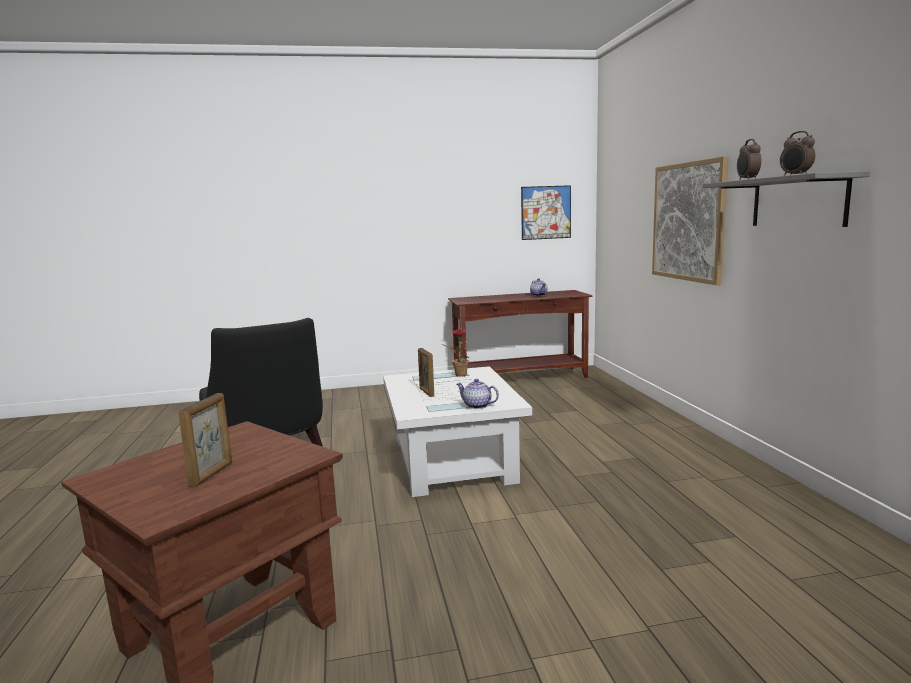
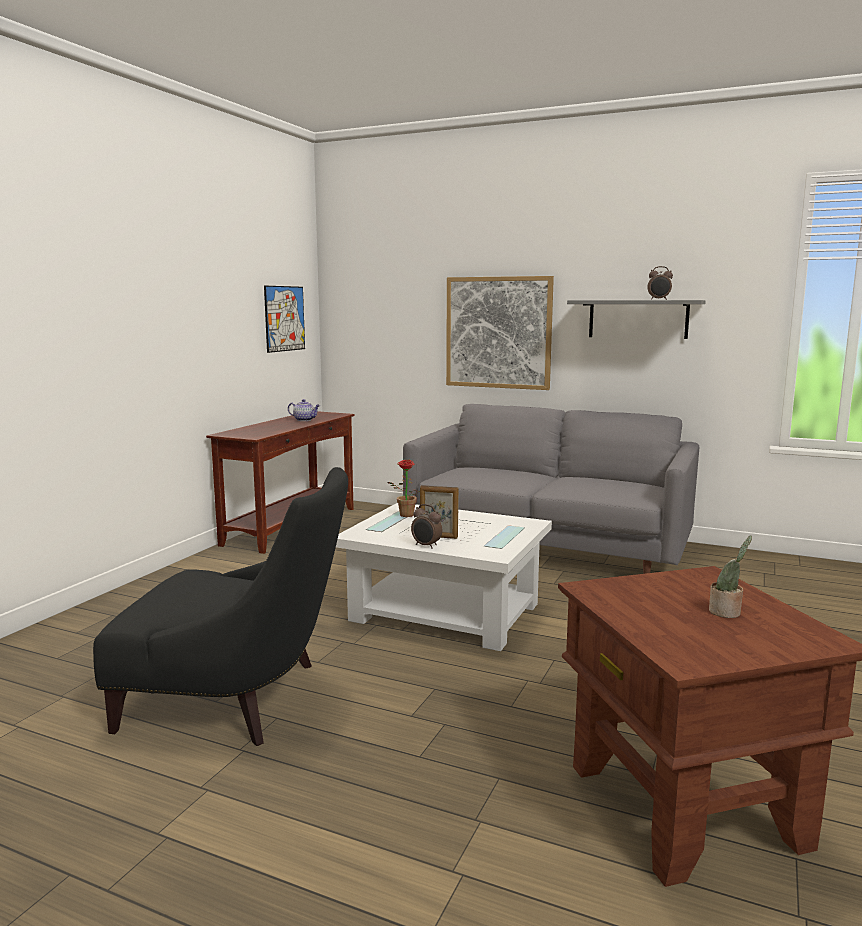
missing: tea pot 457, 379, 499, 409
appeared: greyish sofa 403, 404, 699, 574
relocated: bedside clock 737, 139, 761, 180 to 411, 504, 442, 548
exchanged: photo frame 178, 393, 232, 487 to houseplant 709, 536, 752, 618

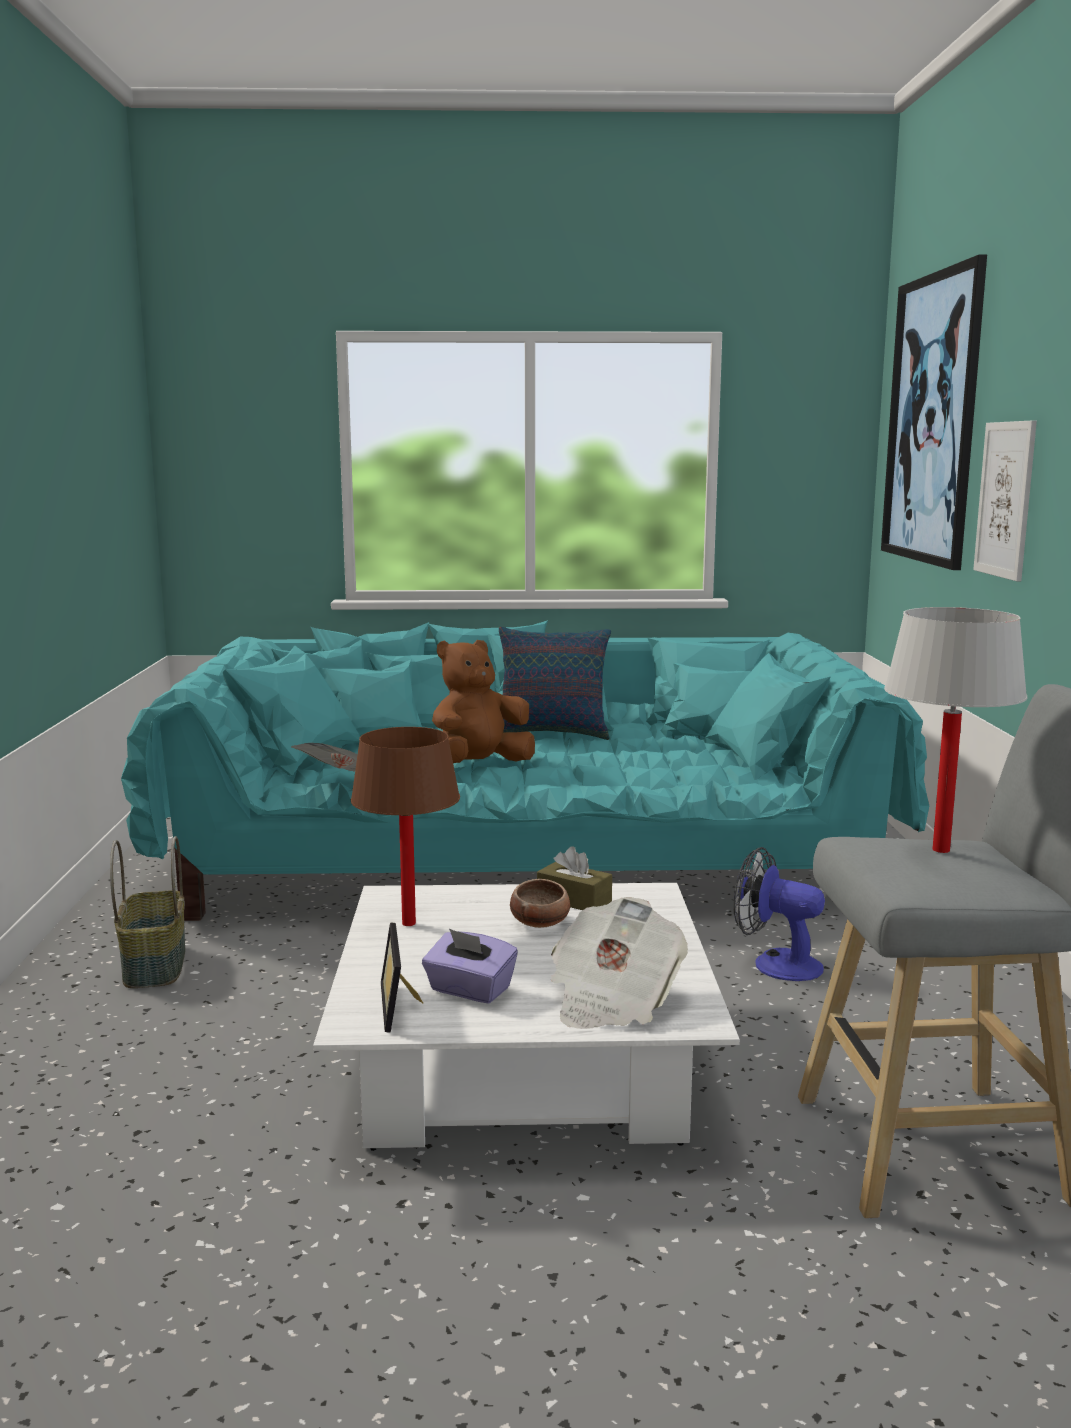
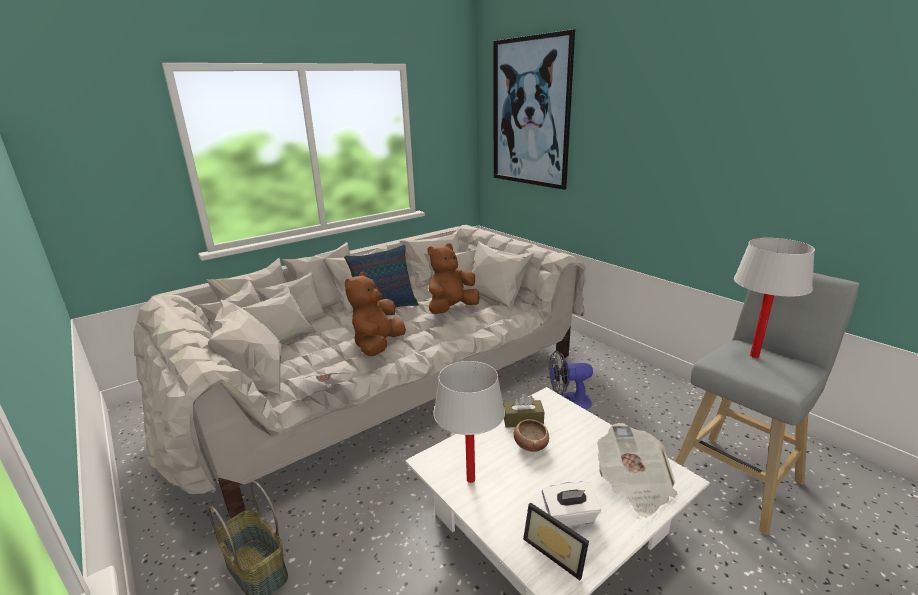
missing: wall picture 973, 420, 1037, 581
appeared: brown-coloured plush toy 428, 243, 480, 314
colour: turquoise sofa 121, 620, 929, 921 to white-coloured sofa 133, 225, 586, 518; brown-coloured tabletop lamp 351, 727, 460, 926 to white-coloured tabletop lamp 433, 361, 505, 483; purple-coloured box of tissues 422, 929, 518, 1004 to white-coloured box of tissues 542, 481, 601, 527

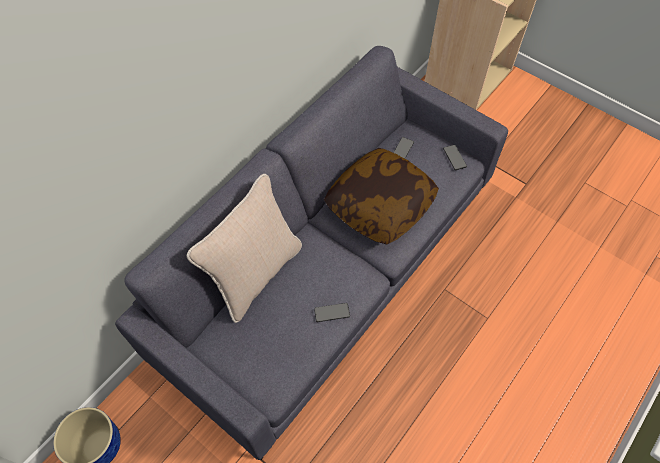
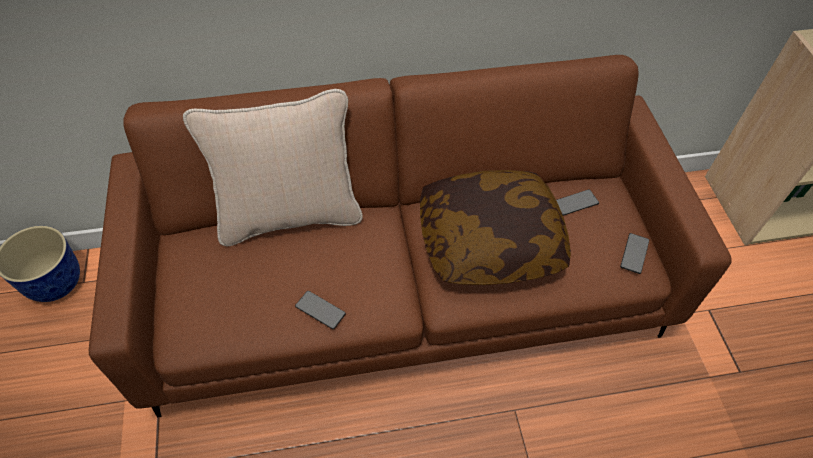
colour: greyish sofa 115, 46, 508, 460 to brown-coloured sofa 89, 55, 732, 417

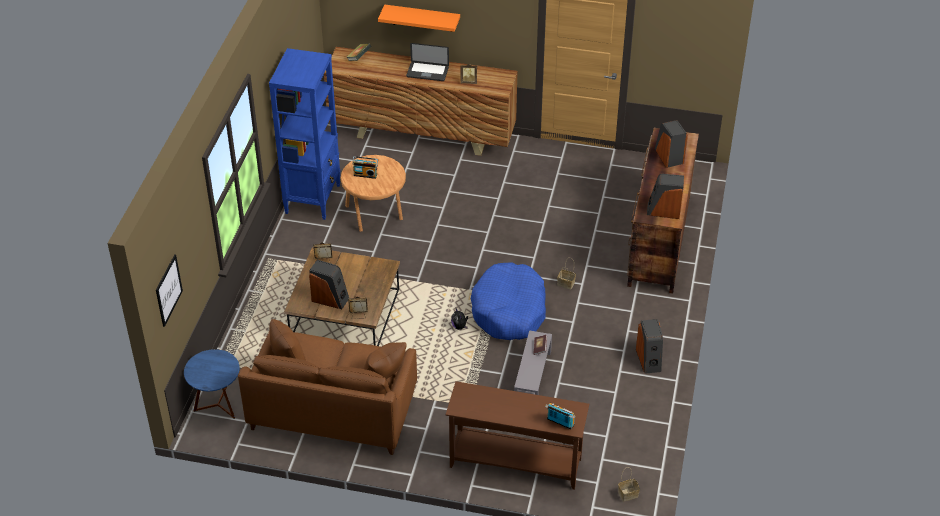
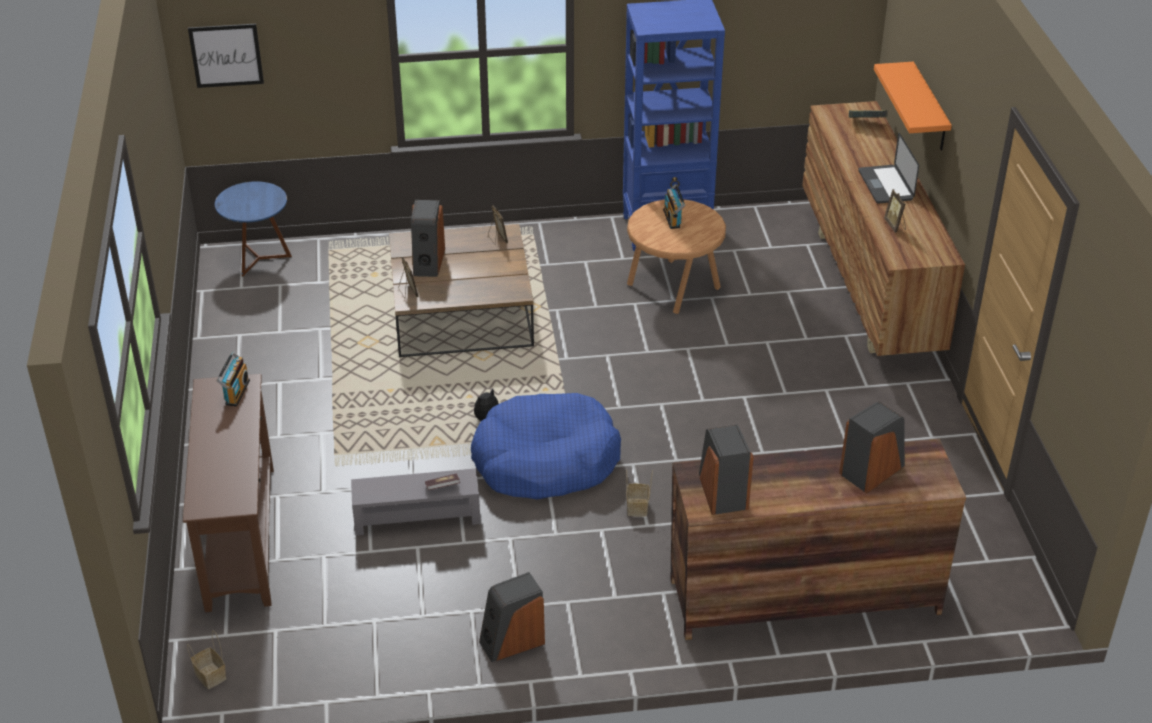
missing: brown-coloured sofa 238, 319, 417, 455
relocated: radio 545, 403, 575, 429 to 216, 352, 250, 406

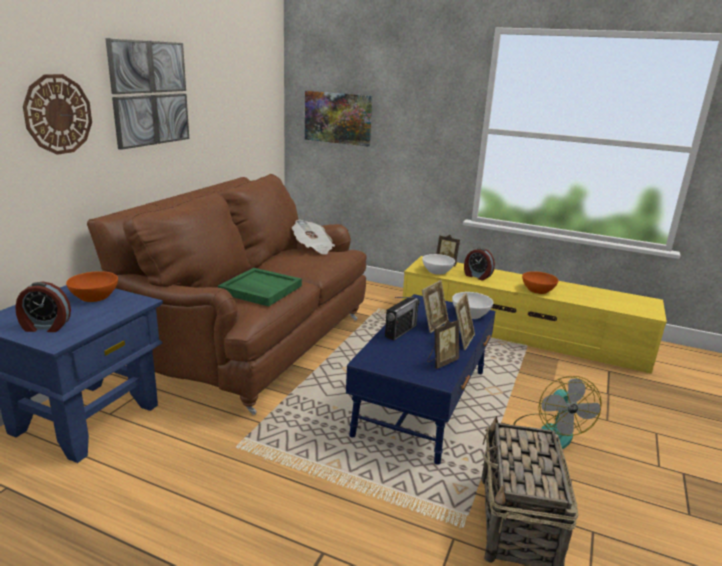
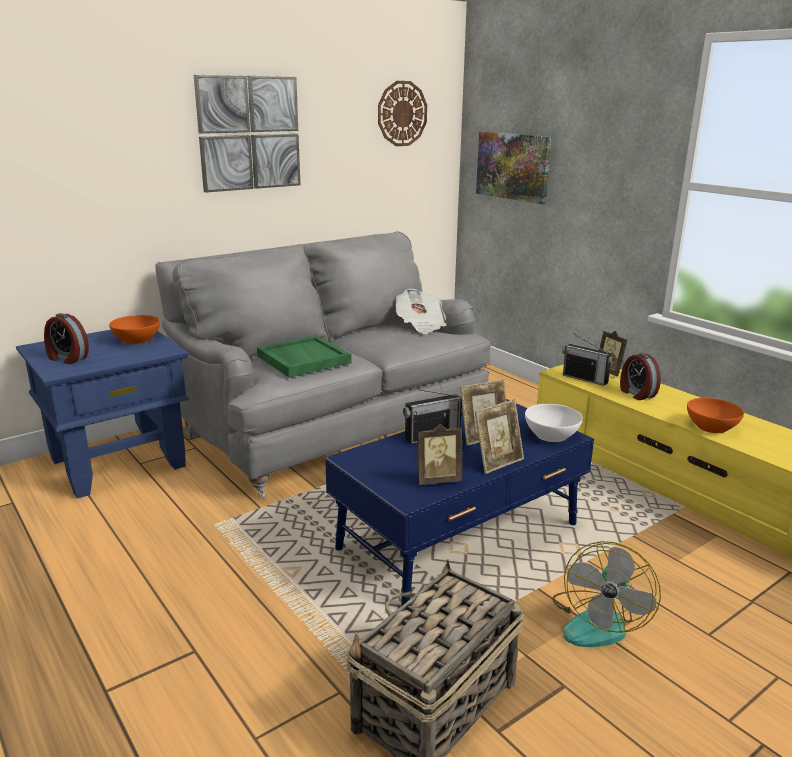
relocated: hanging clock 23, 74, 92, 155 to 378, 81, 427, 146
exchanged: white-coloured deep dish 422, 254, 455, 275 to radio 562, 333, 614, 386
colour: brown-coloured sofa 87, 174, 367, 415 to greyish sofa 155, 231, 491, 499

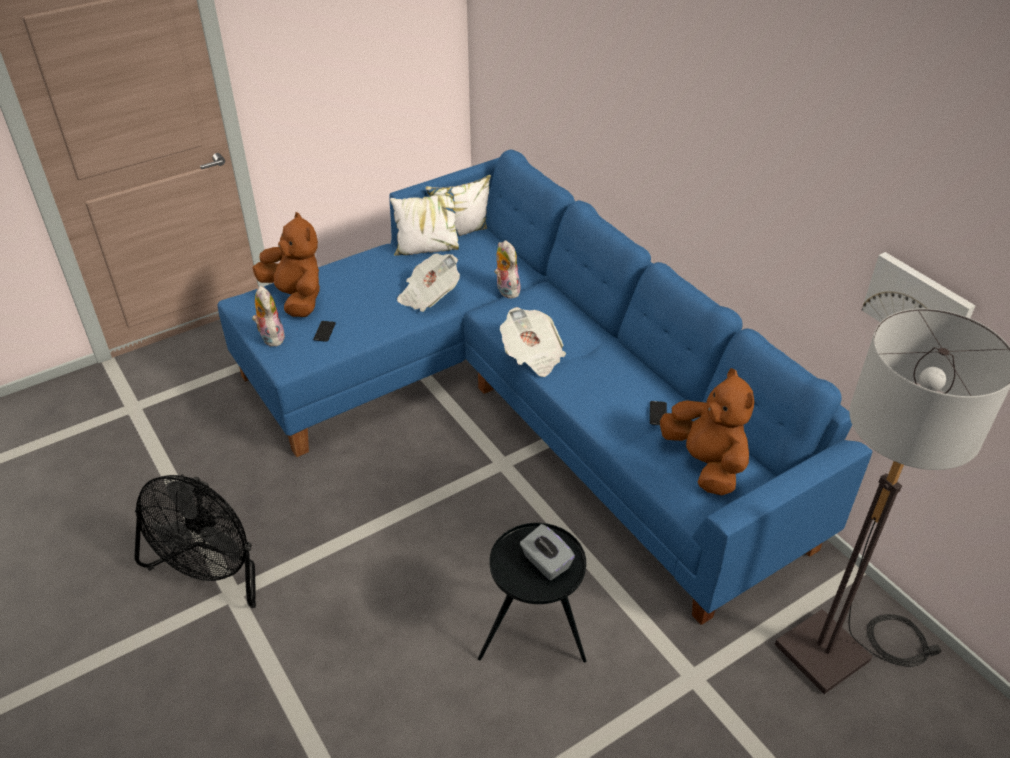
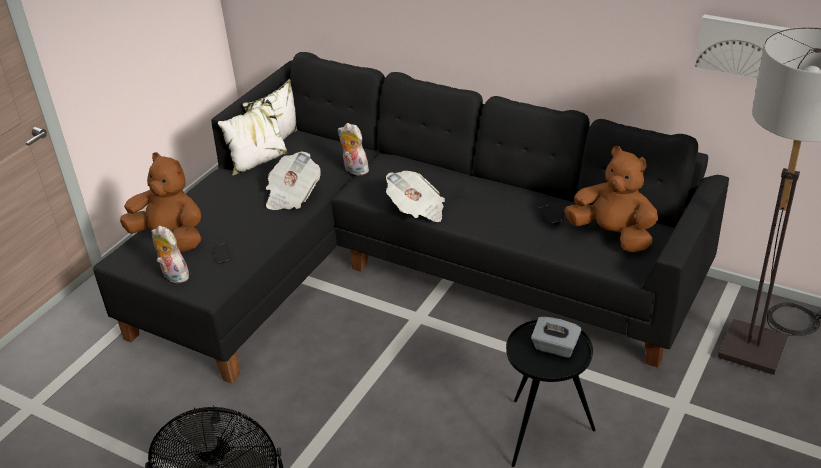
colour: bluish sofa 217, 150, 872, 625 to blackish sofa 93, 52, 729, 384

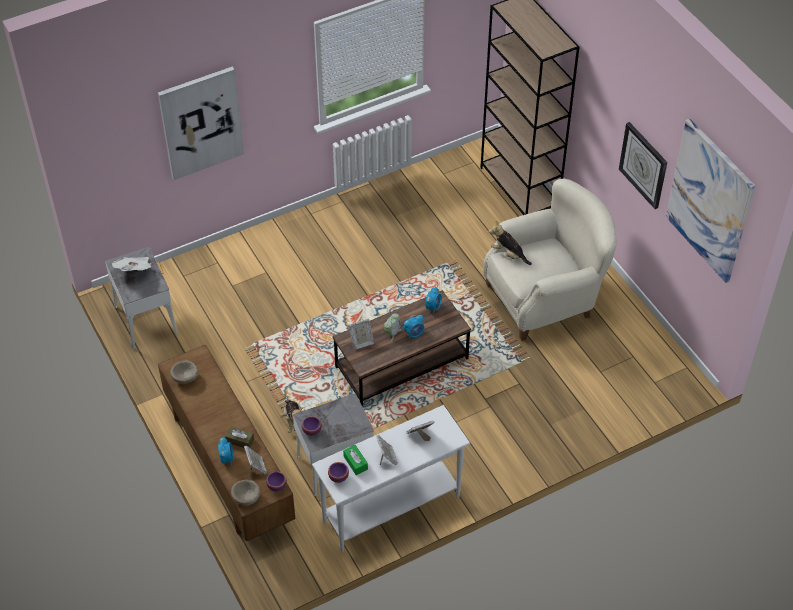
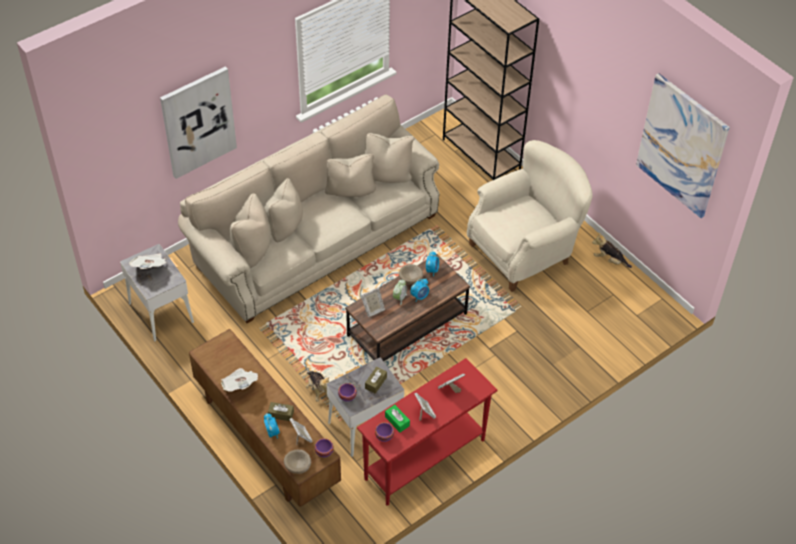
missing: hanging clock 619, 122, 667, 209
appeared: beige sofa 178, 95, 440, 323; daily paper 221, 368, 258, 392; brown-coloured box of tissues 365, 367, 387, 394
relocated: beige deep dish 170, 360, 198, 384 to 399, 264, 423, 284; plush toy 488, 221, 532, 265 to 592, 232, 632, 268
colour: white-coloured narrow table 312, 405, 470, 552 to red narrow table 357, 358, 497, 506

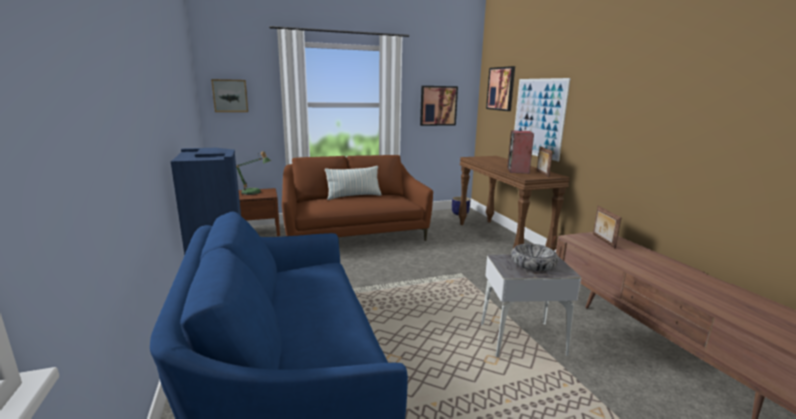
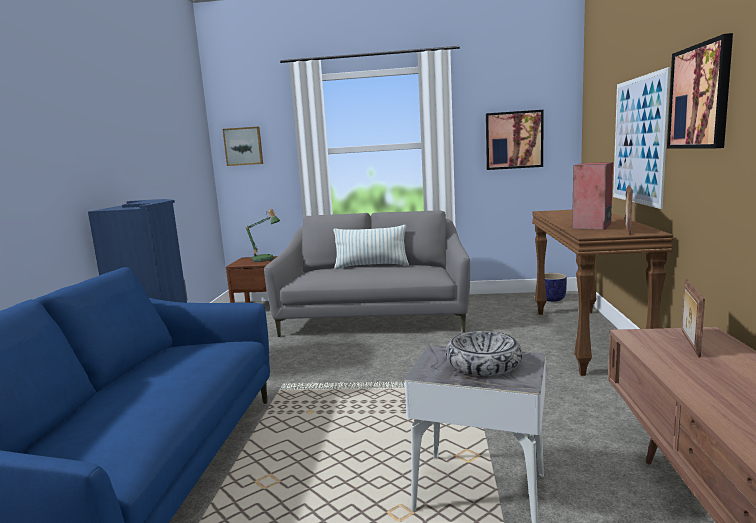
relocated: wall picture 486, 66, 515, 111 to 667, 33, 733, 149
colour: brown-coloured sofa 282, 155, 433, 241 to greyish sofa 264, 211, 470, 337

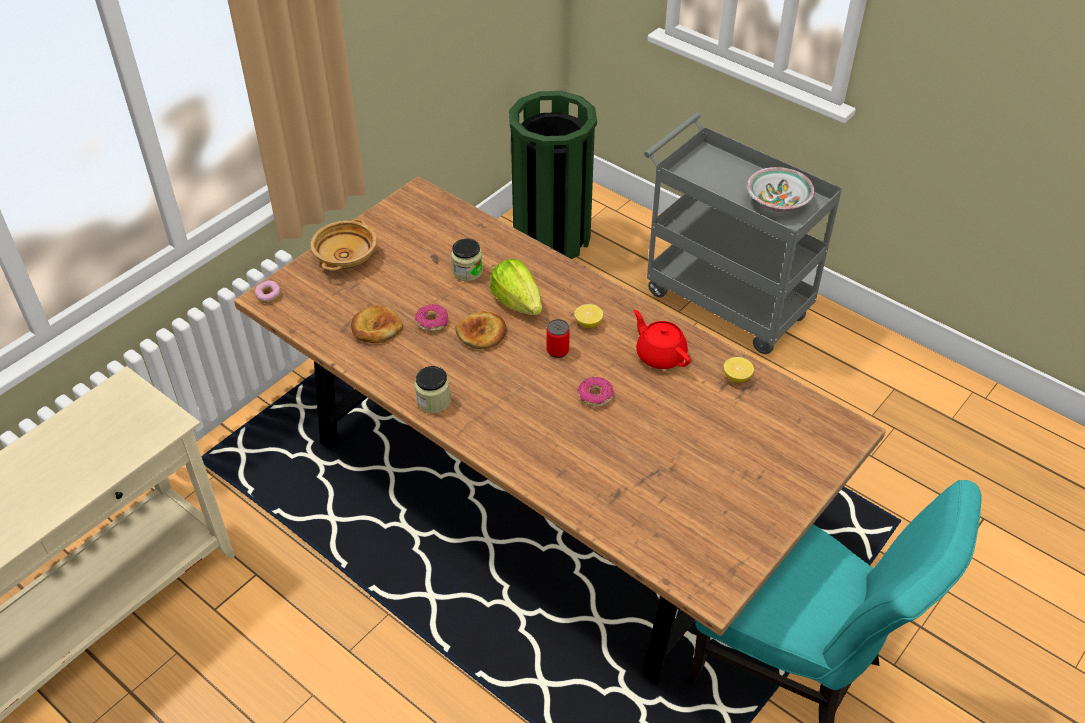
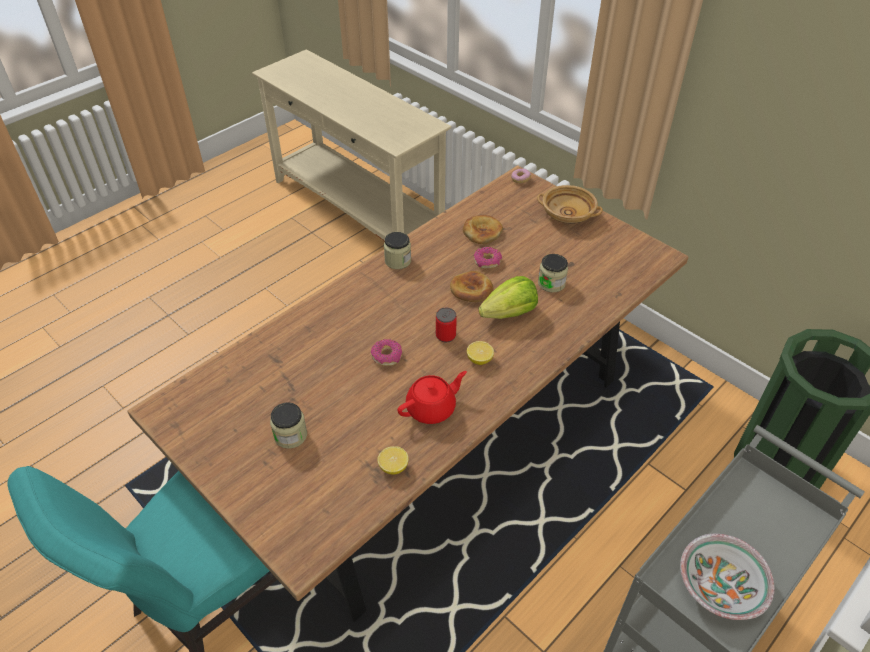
appeared: preserve jar 270, 402, 307, 449

